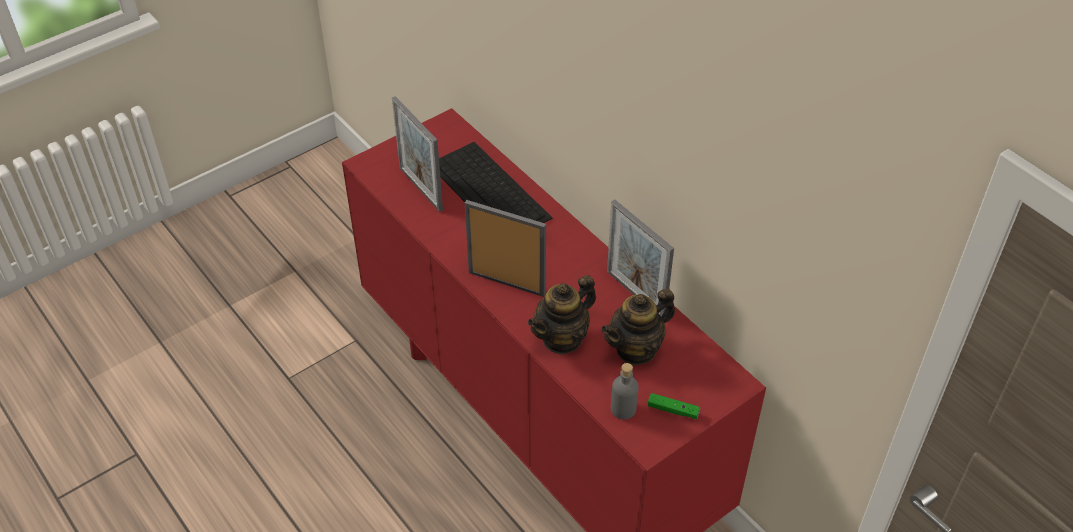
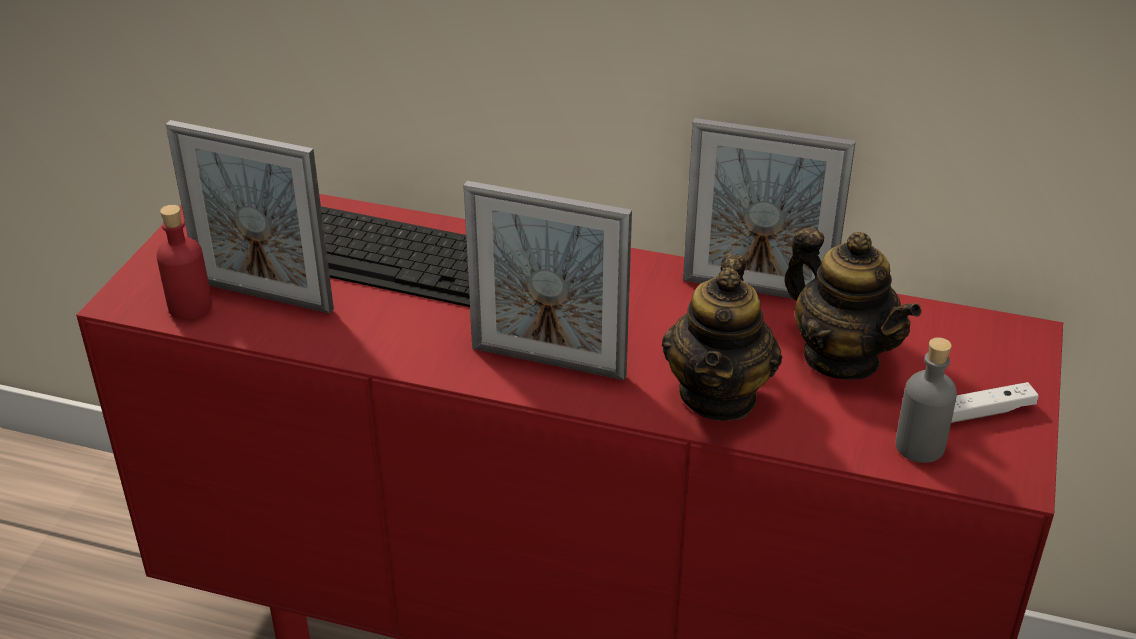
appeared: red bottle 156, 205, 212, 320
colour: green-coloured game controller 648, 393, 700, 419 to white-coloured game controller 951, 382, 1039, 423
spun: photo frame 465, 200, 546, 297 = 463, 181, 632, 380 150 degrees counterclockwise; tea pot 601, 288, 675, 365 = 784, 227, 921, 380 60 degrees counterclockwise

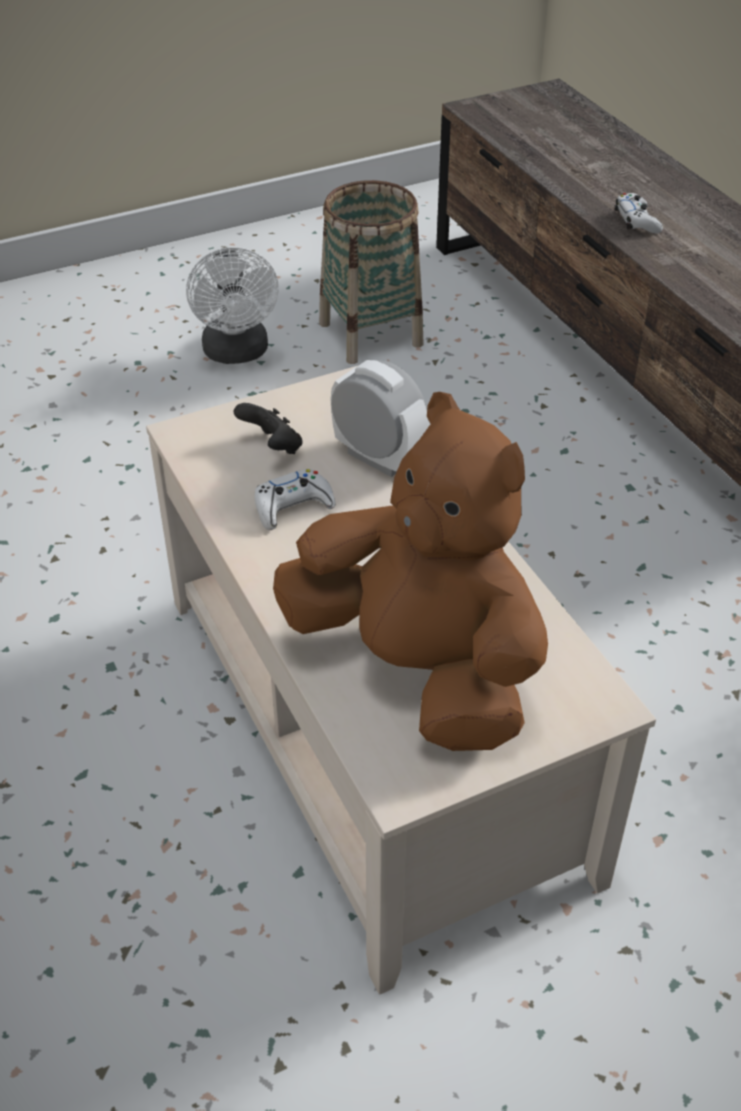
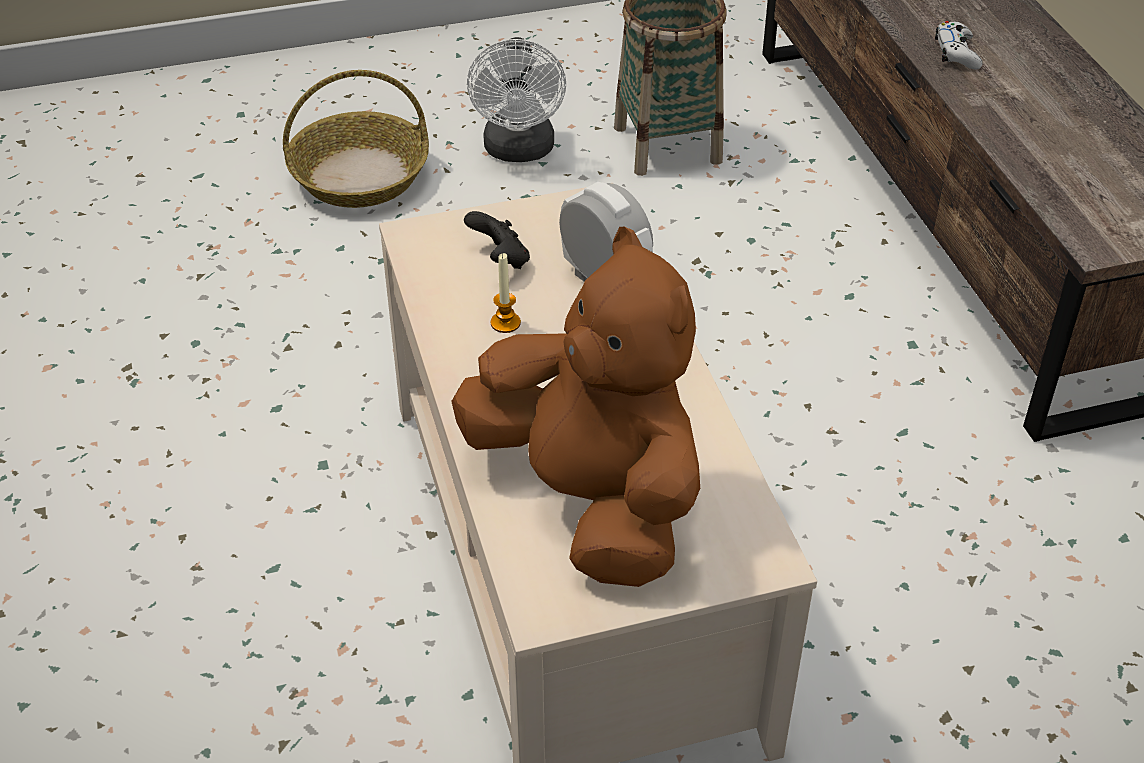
appeared: household basket 283, 70, 429, 208
exchanged: white-coloured game controller 254, 469, 335, 530 to candle 491, 253, 521, 333

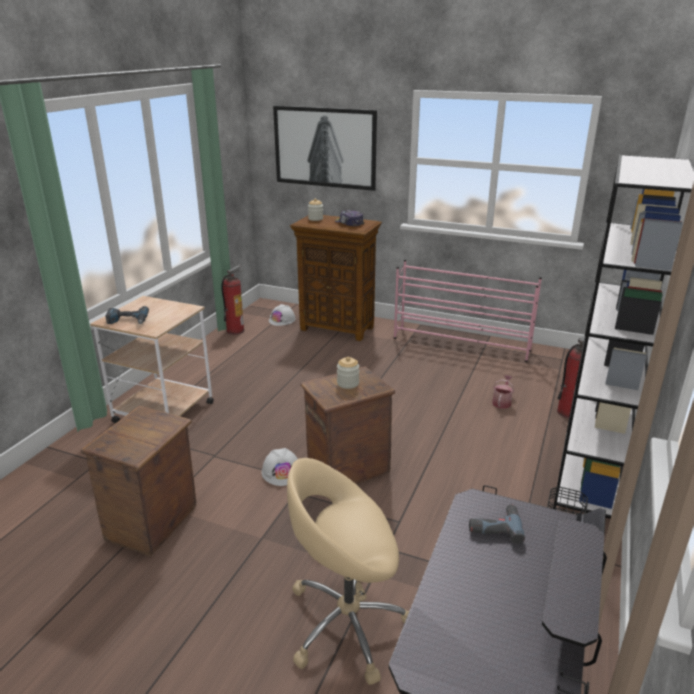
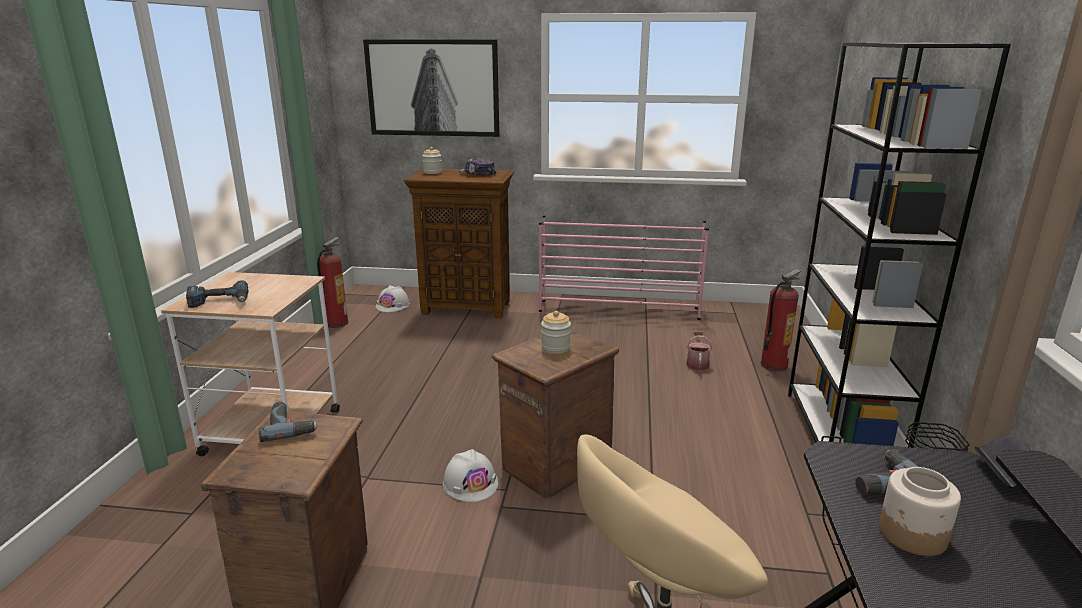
appeared: electric drill 259, 402, 318, 442; preserve jar 879, 467, 961, 556

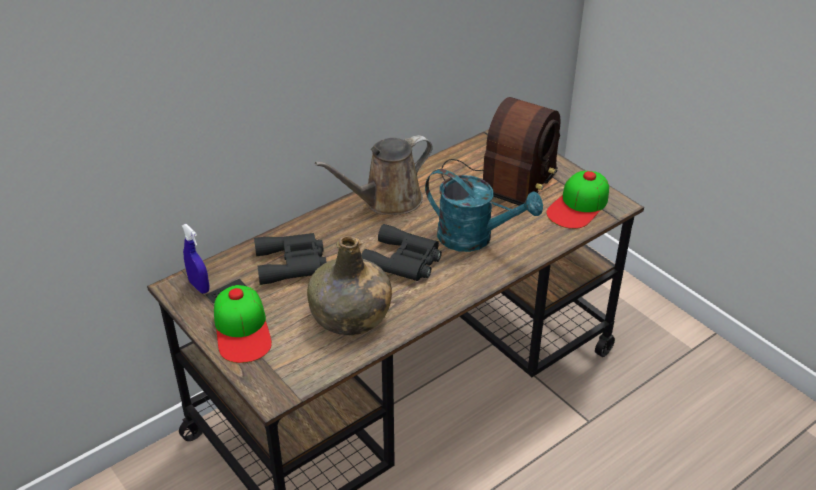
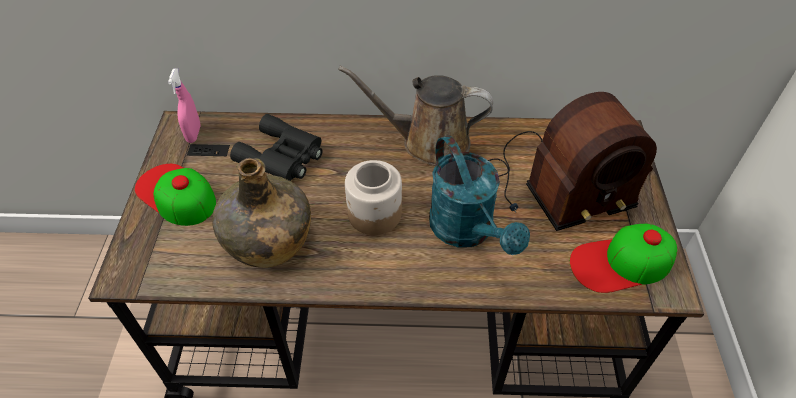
exchanged: blackish field glasses 361, 224, 442, 281 to preserve jar 345, 160, 402, 235
colour: bluish spray bottle 182, 224, 209, 293 to pink spray bottle 168, 68, 201, 143
spun: baseball cap 214, 285, 272, 363 = 135, 164, 216, 226 105 degrees clockwise

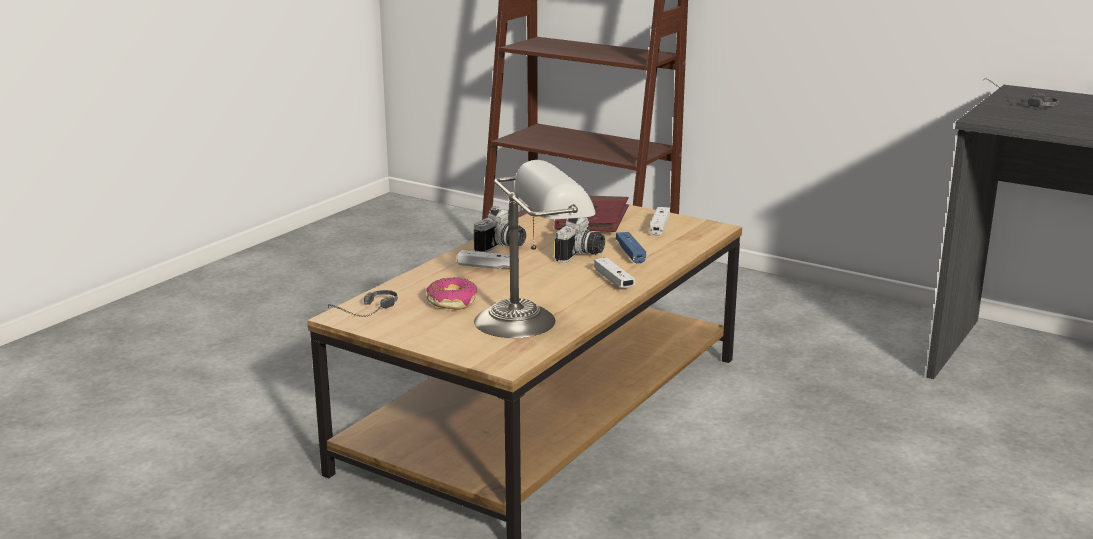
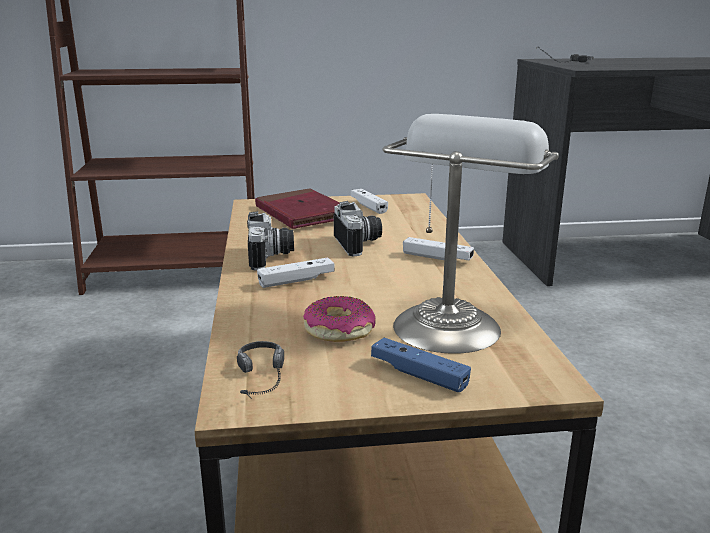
relocated: bluish game controller 616, 232, 646, 263 to 371, 338, 471, 392

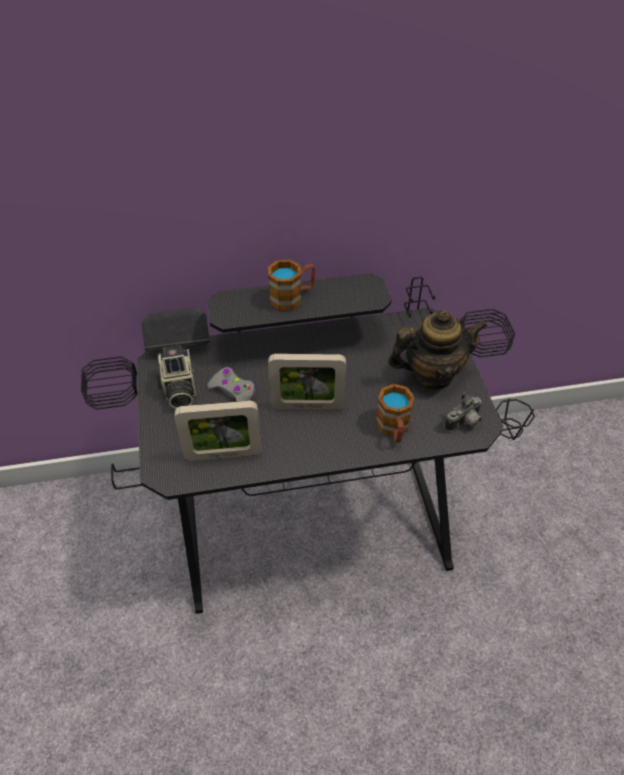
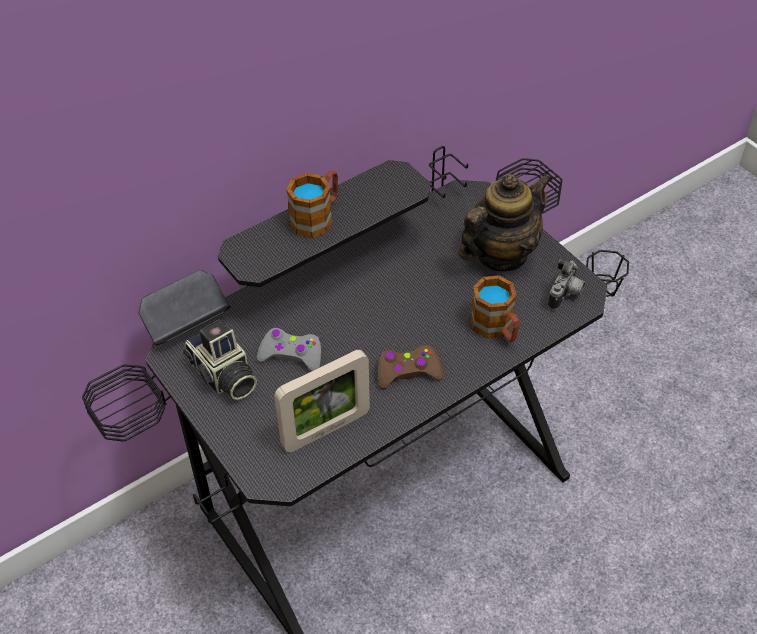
missing: photo frame 268, 354, 346, 410
appeared: brown-coloured game controller 378, 345, 443, 389

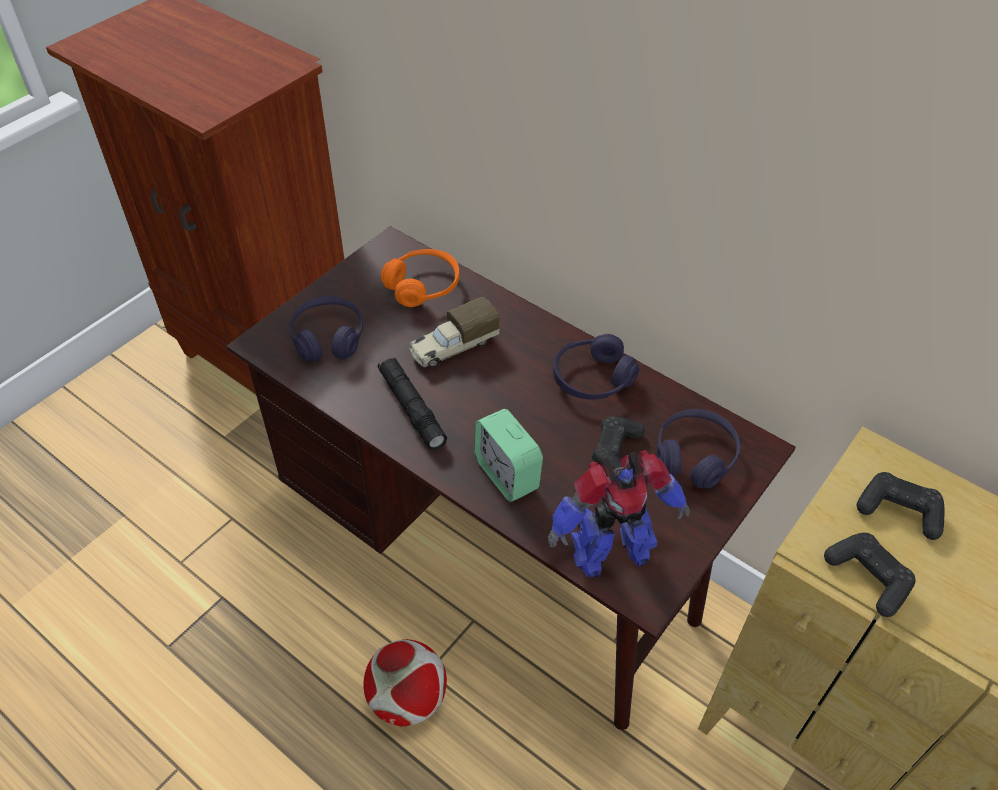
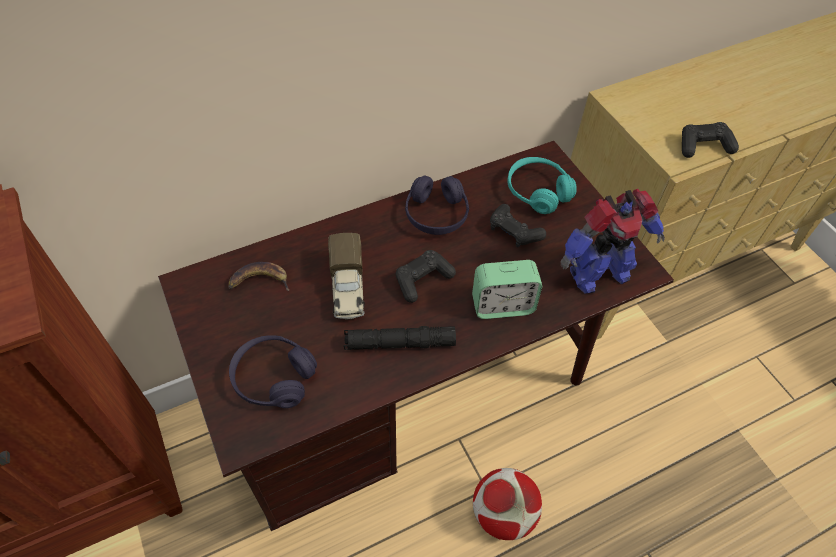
relocated: blackish game controller 857, 472, 945, 540 to 396, 250, 456, 303
exchanged: orange-coloured headphones 381, 249, 459, 307 to banana fruit 228, 262, 289, 291
colour: purple-coloured headphones 657, 409, 740, 489 to turquoise headphones 507, 157, 577, 214
spun: toy robot 548, 450, 690, 577 = 561, 189, 665, 294 60 degrees clockwise

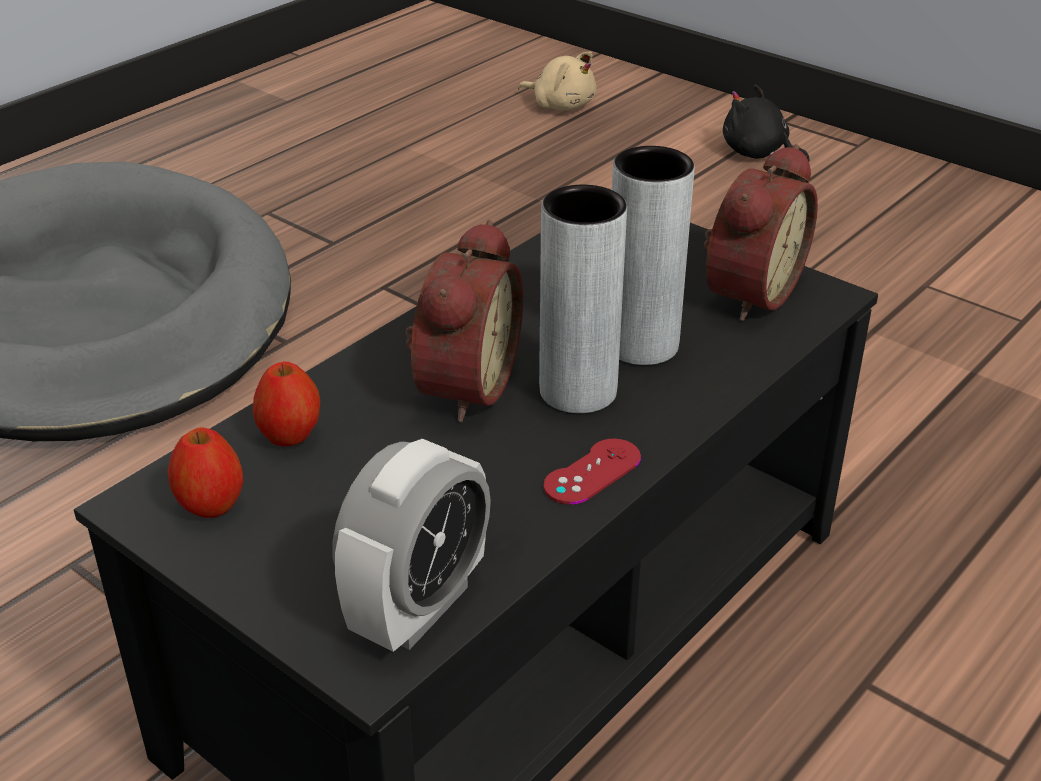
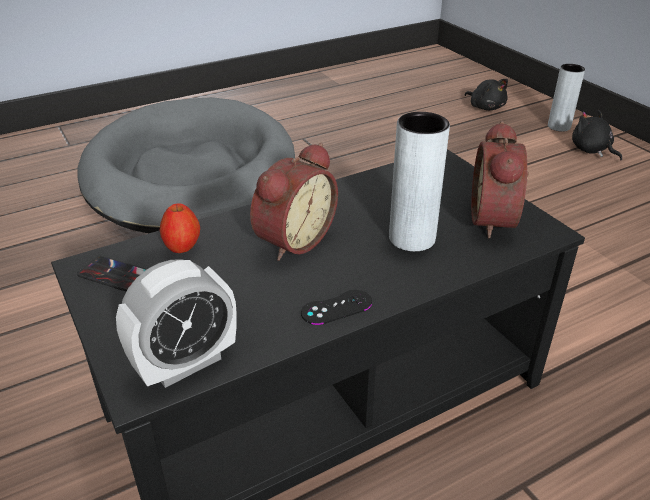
relocated: greyish flower vase 539, 185, 627, 413 to 548, 64, 585, 132
exchanged: apple 168, 427, 243, 518 to handset 77, 256, 147, 291
colour: beige plush toy 518, 51, 597, 110 to blackish plush toy 465, 79, 508, 110; red game controller 543, 439, 641, 505 to blackish game controller 301, 290, 372, 325
spun: bedside clock 704, 144, 818, 321 = 471, 121, 529, 238 135 degrees clockwise

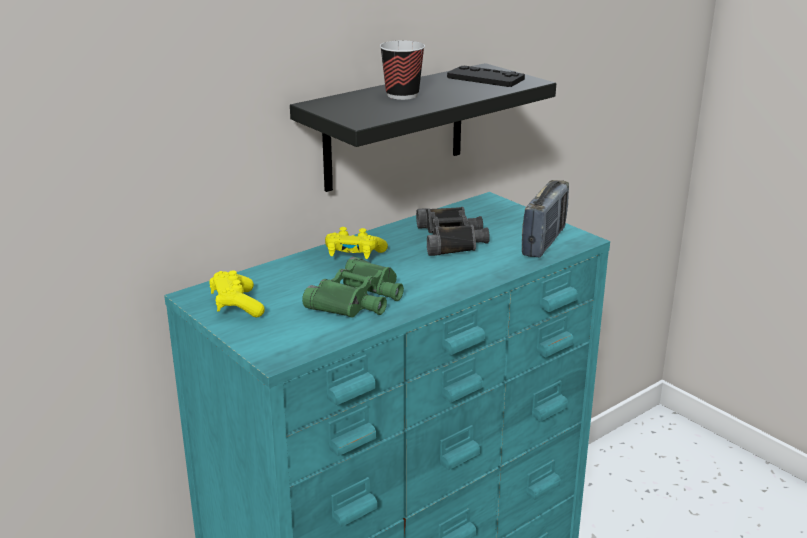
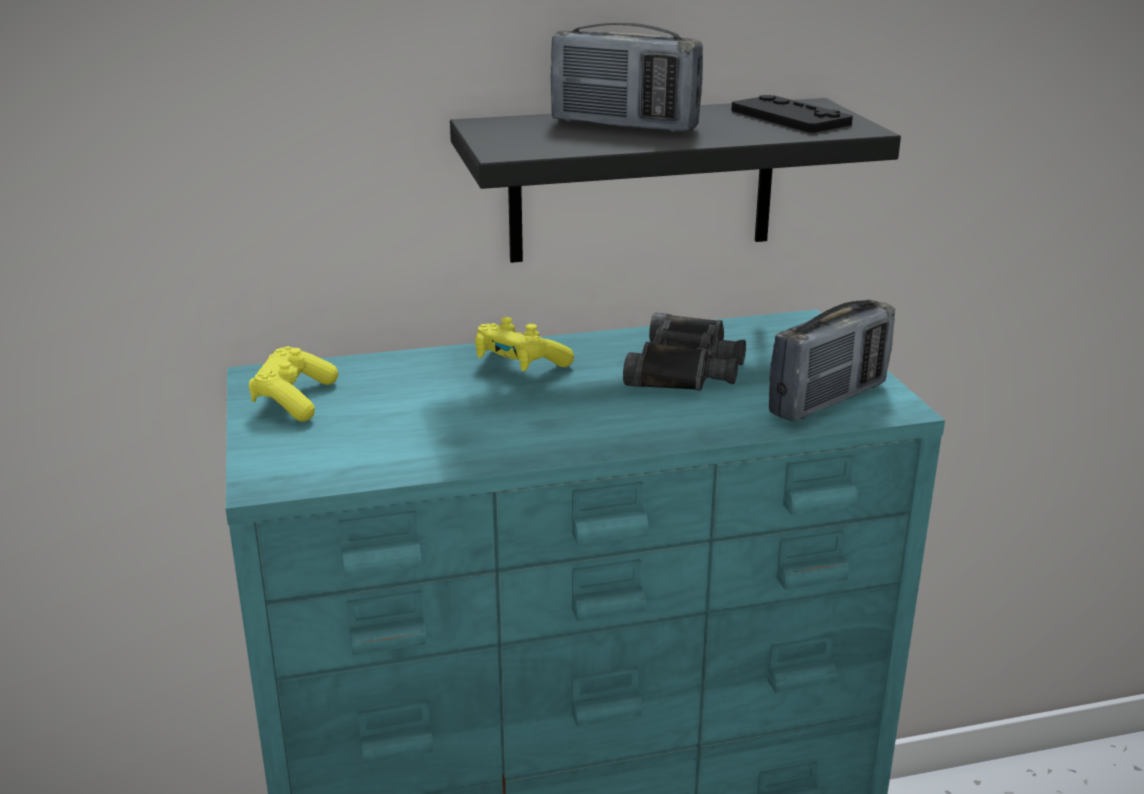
missing: green-coloured field glasses 302, 257, 404, 318
exchanged: cup 380, 41, 425, 100 to radio 550, 22, 703, 132

